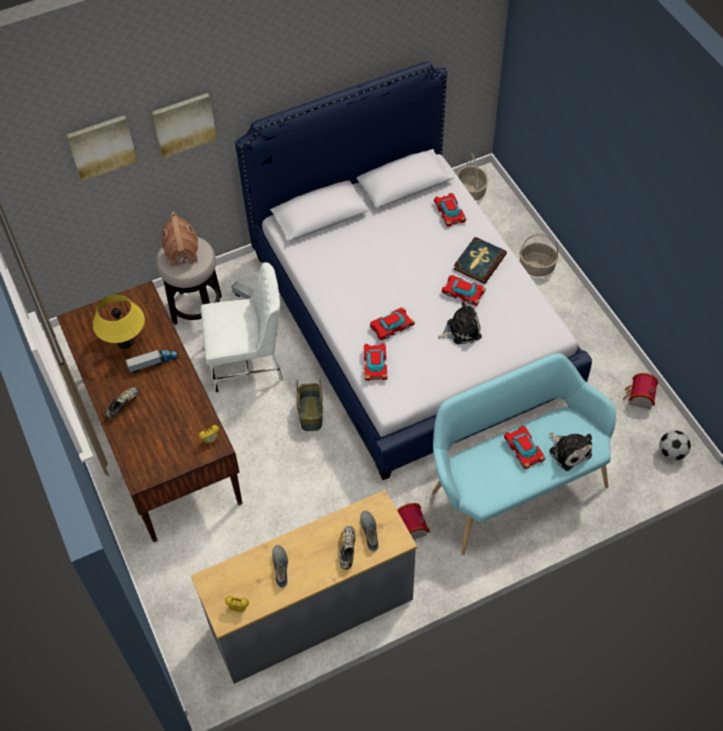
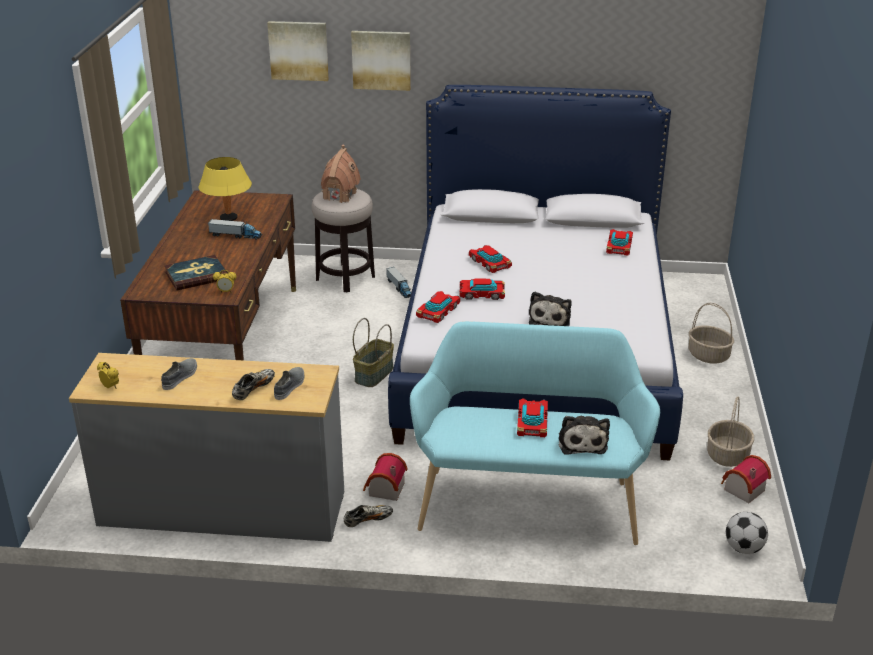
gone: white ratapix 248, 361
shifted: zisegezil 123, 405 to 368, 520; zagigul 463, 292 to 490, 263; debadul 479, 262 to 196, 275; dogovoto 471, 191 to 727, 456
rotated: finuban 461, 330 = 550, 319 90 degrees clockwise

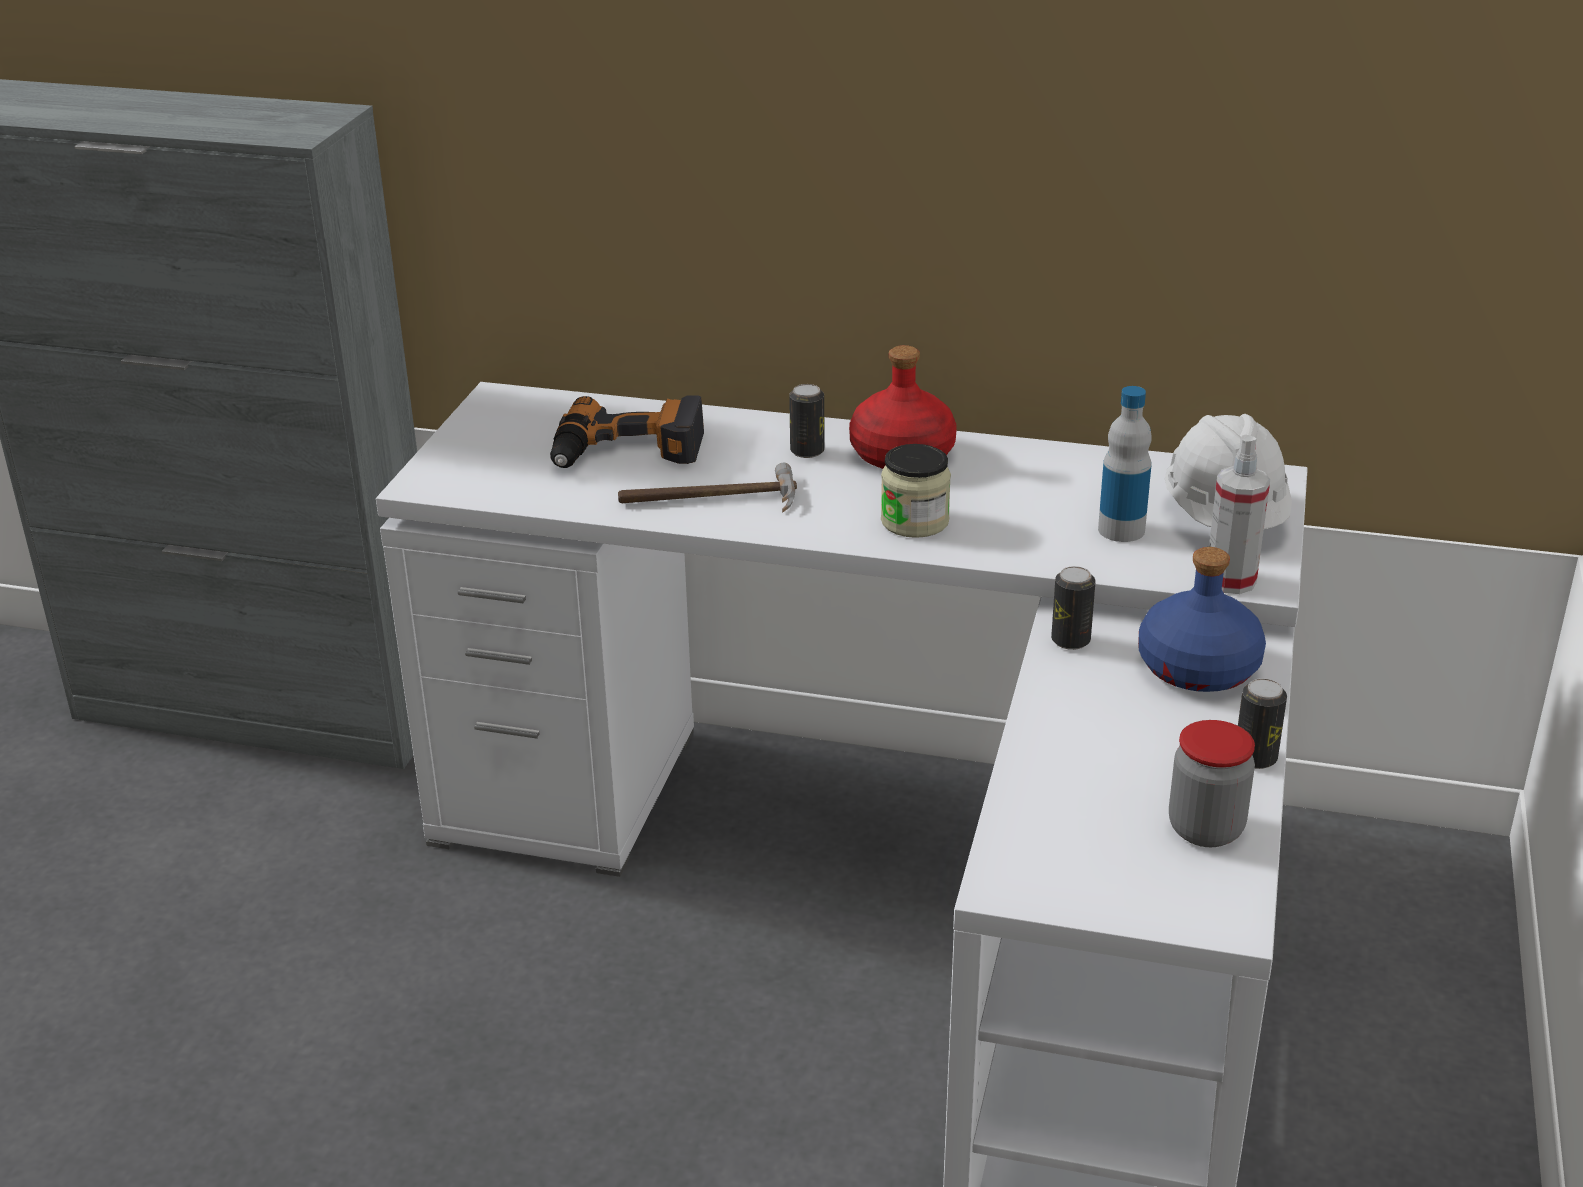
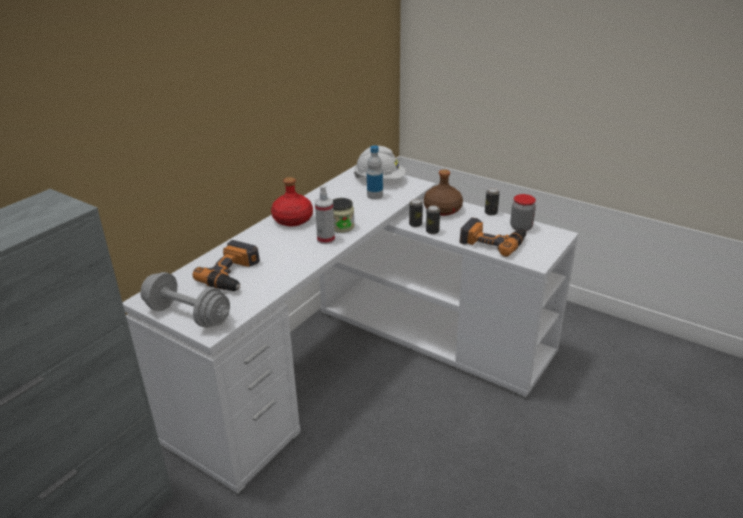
gone: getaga 708, 500
new: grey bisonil 188, 315; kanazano 492, 241
shifted: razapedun 807, 451 to 432, 231; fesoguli 1230, 581 to 326, 239
repainted: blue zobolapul 1197, 669 to brown zobolapul 443, 210

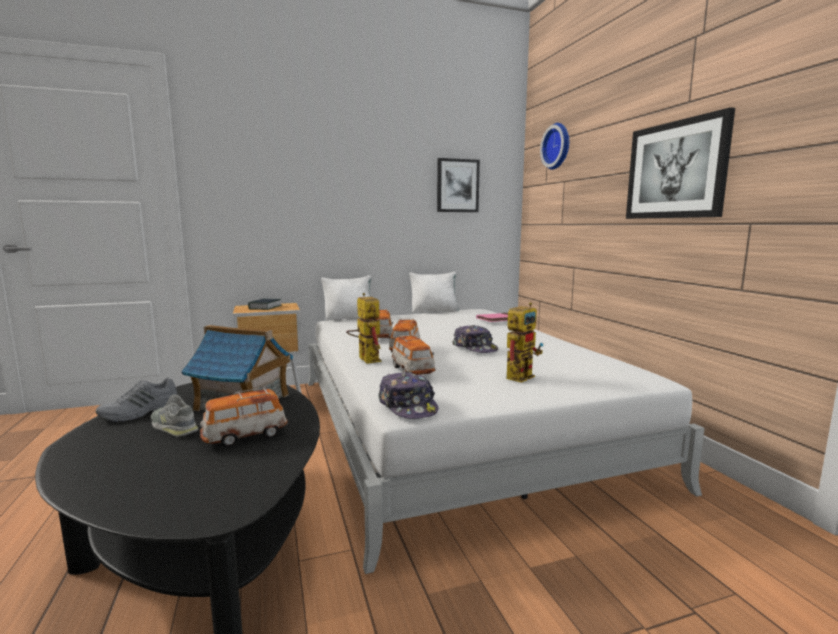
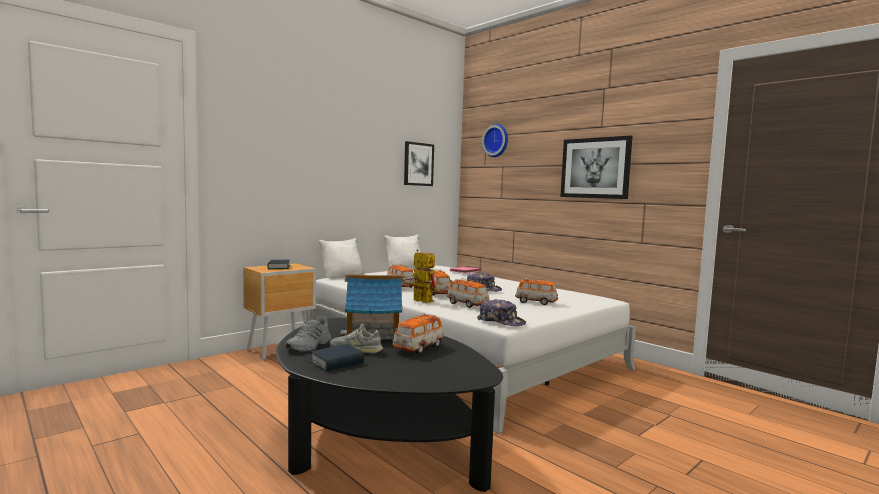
new: debadul 337, 363
swapped: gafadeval 521, 375 to zagigul 536, 302

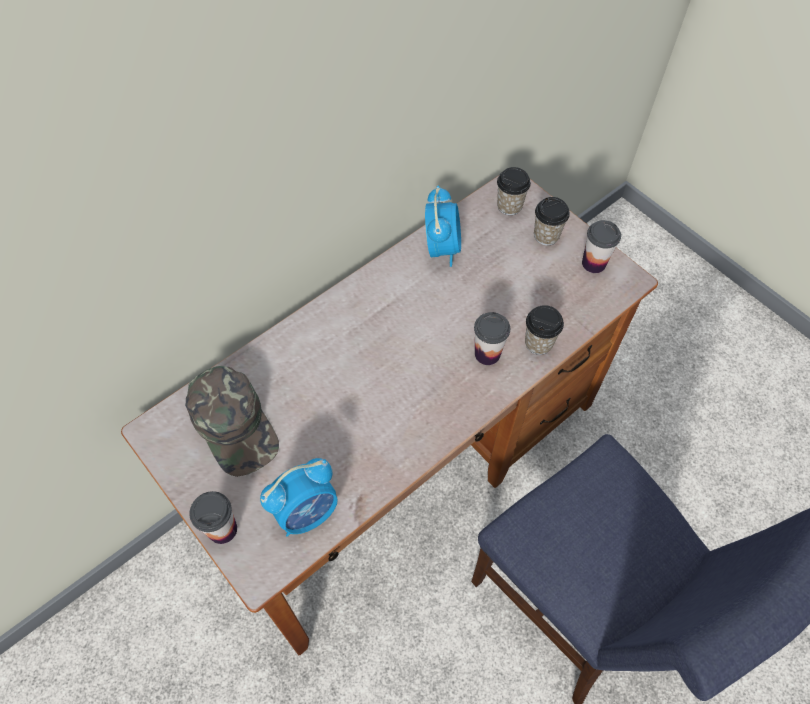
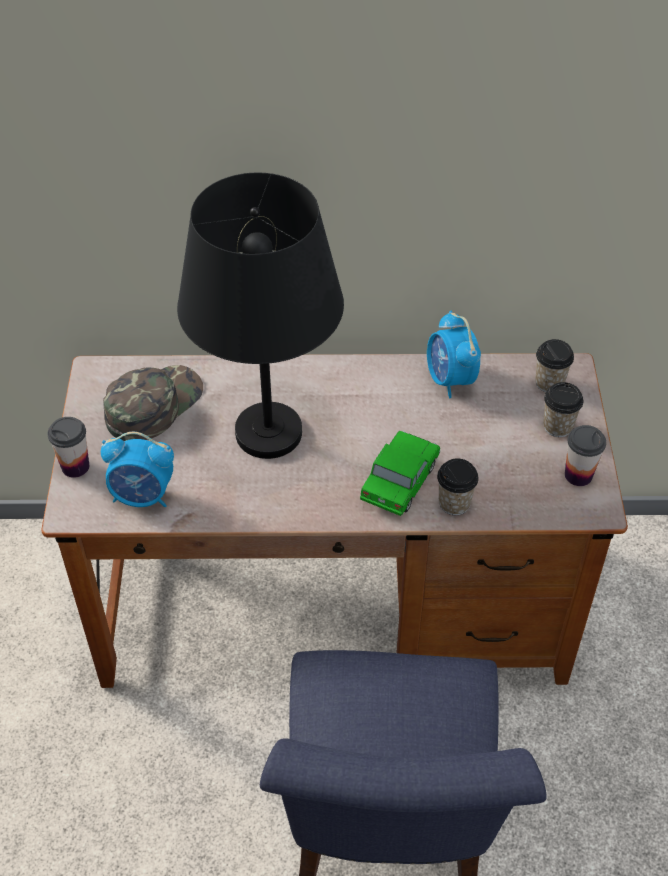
new: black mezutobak 269, 432
swapped: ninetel 487, 354 to zagigul 400, 482
rotated: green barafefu 235, 425 = 153, 404 150 degrees counterclockwise; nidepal 442, 248 = 450, 380 120 degrees clockwise

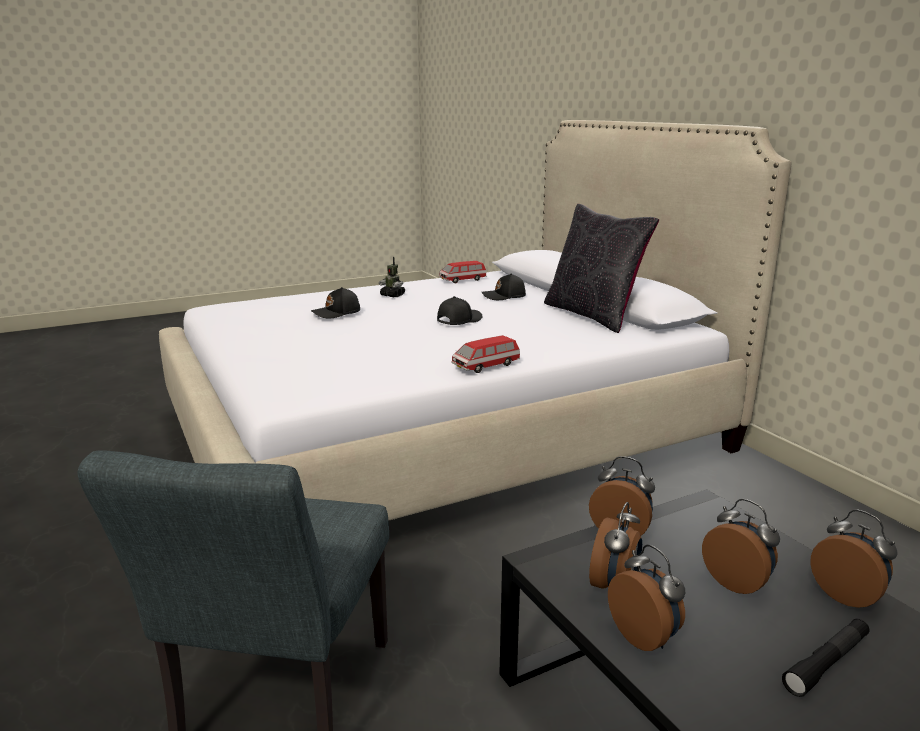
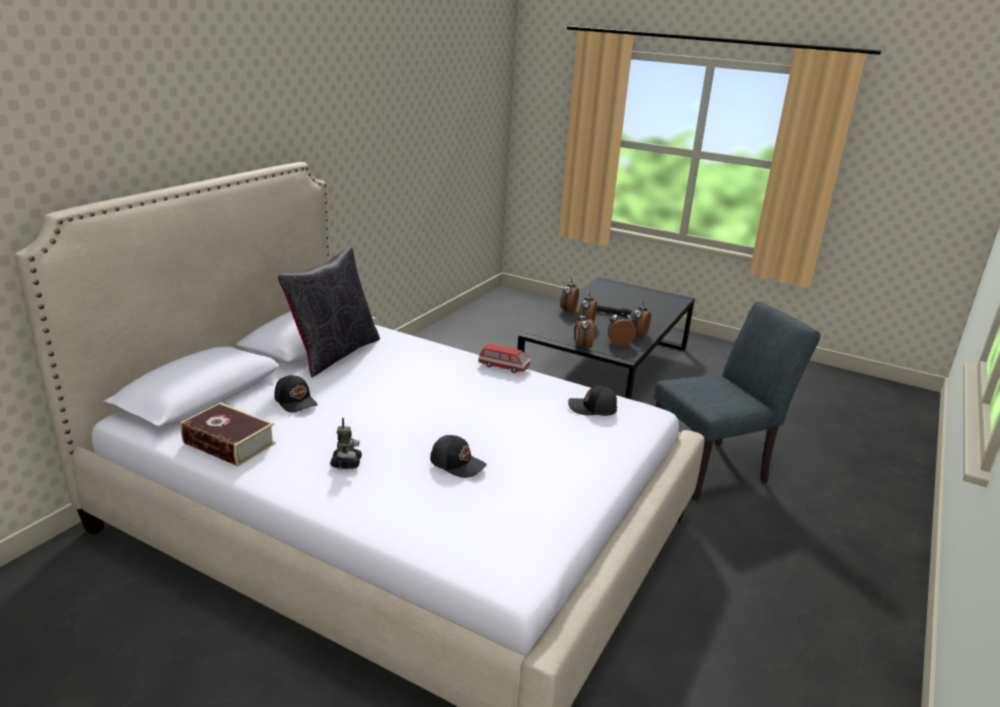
shifted: black barafefu 458, 320 to 593, 409
swapped: zagigul 462, 280 to debadul 229, 443

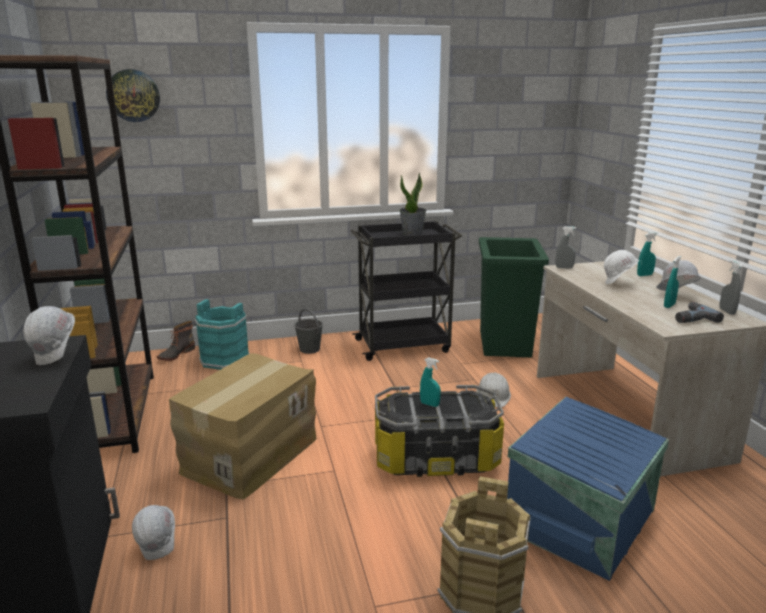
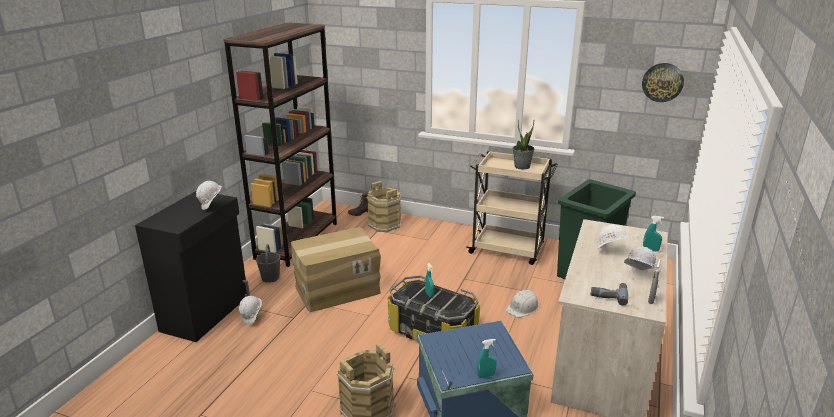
gone: grey fesoguli 564, 267
shifted: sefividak 133, 95 to 662, 82; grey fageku 310, 349 to 270, 278; turquoise fesoguli 669, 305 to 486, 375
repainted: turquoise fageku 225, 359 to brown fageku 385, 224; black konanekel 404, 345 to beige konanekel 508, 249

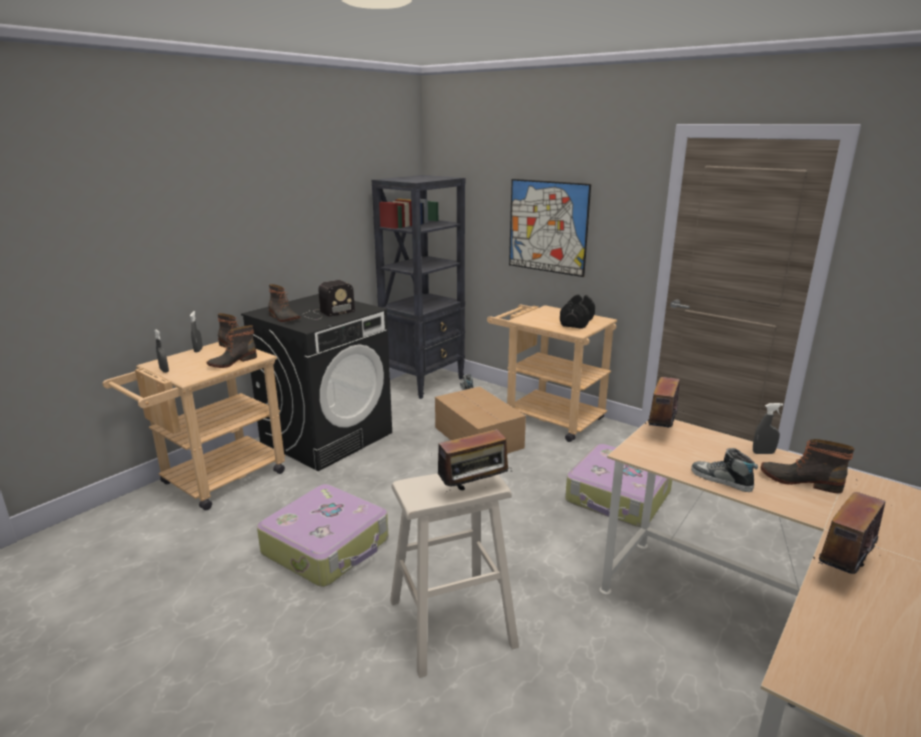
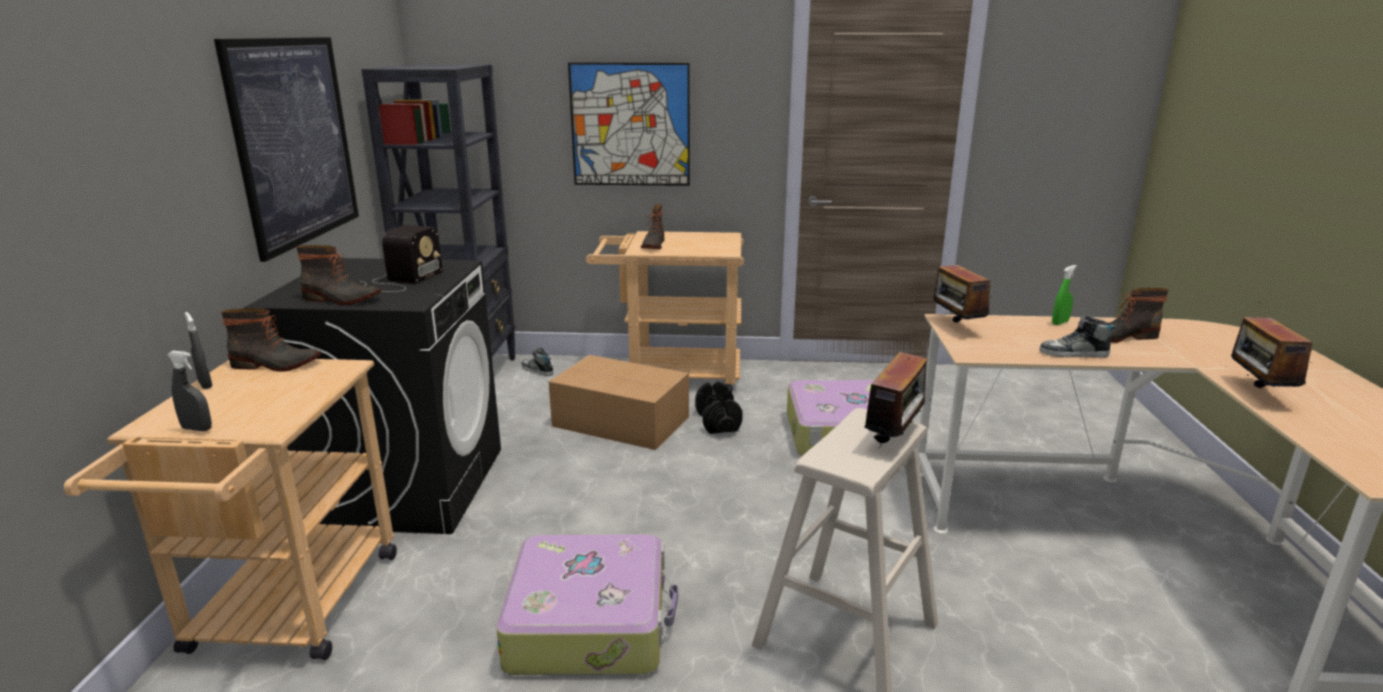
new: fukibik 295, 141
shifted: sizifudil 232, 362 to 653, 245; black bisonil 577, 322 to 718, 421
repainted: grey fesoguli 763, 453 to green fesoguli 1060, 323

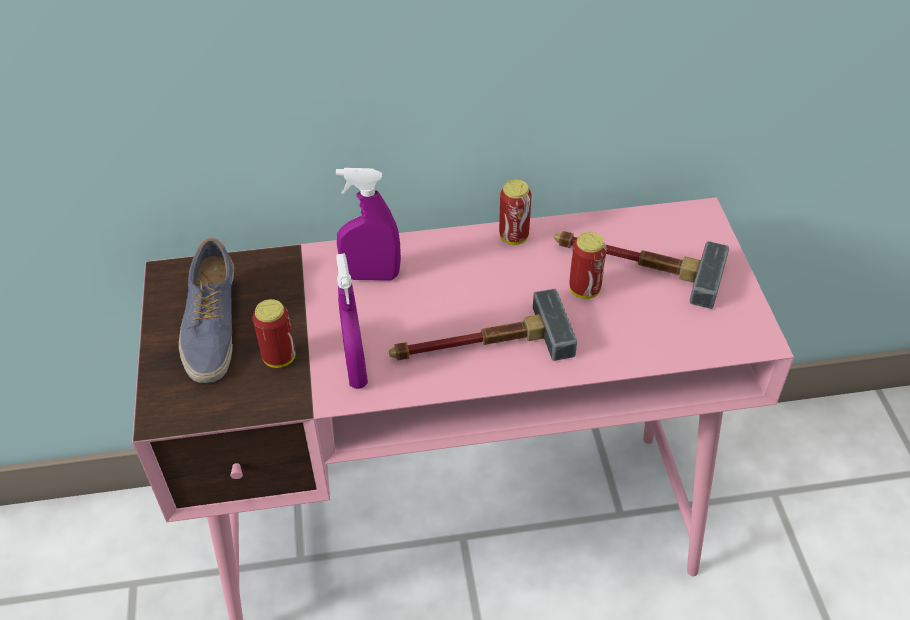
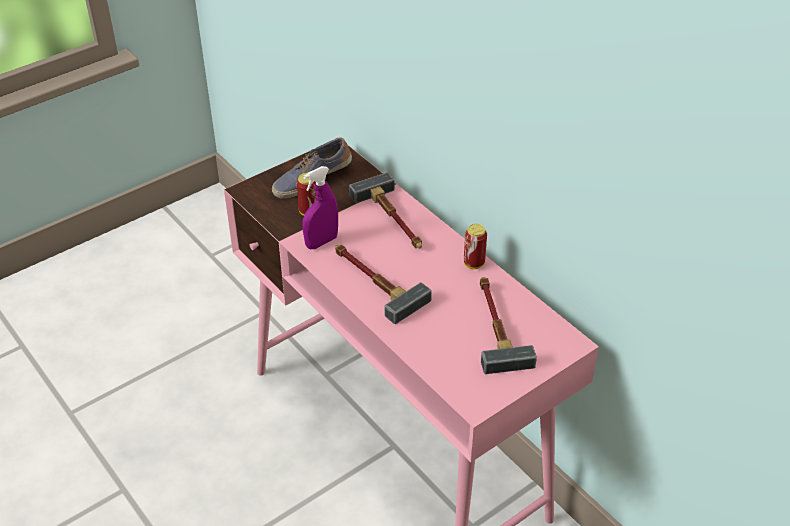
gone: razapedun 584, 290
swapped: purple fesoguli 371, 276 to getaga 393, 220

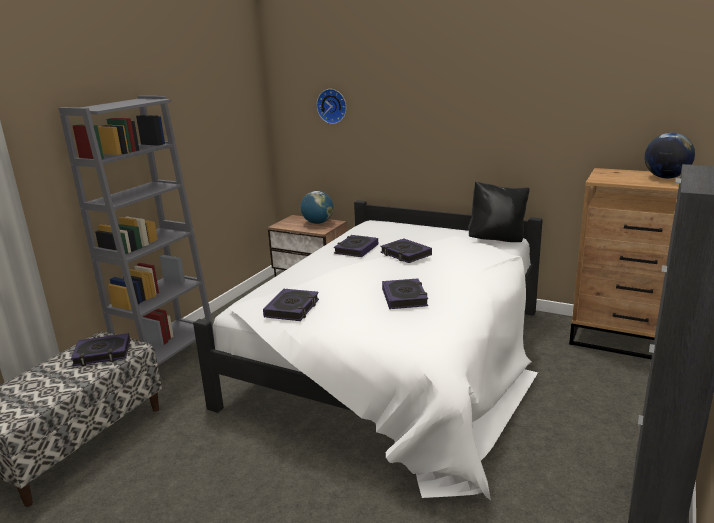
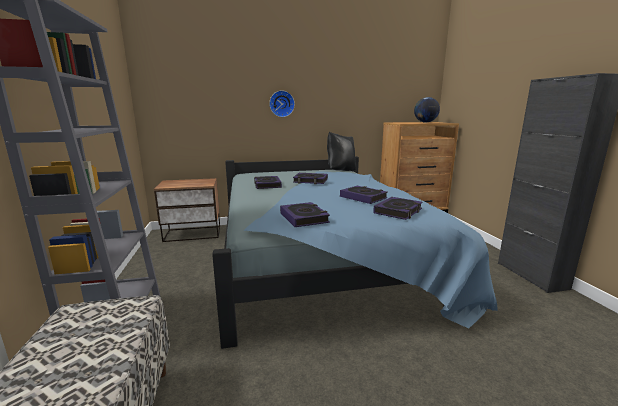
gone: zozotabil 318, 223
shifted: debadul 102, 353 to 398, 211; sefividak 332, 106 to 281, 104
repainted: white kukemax 397, 361 to blue kukemax 322, 260

